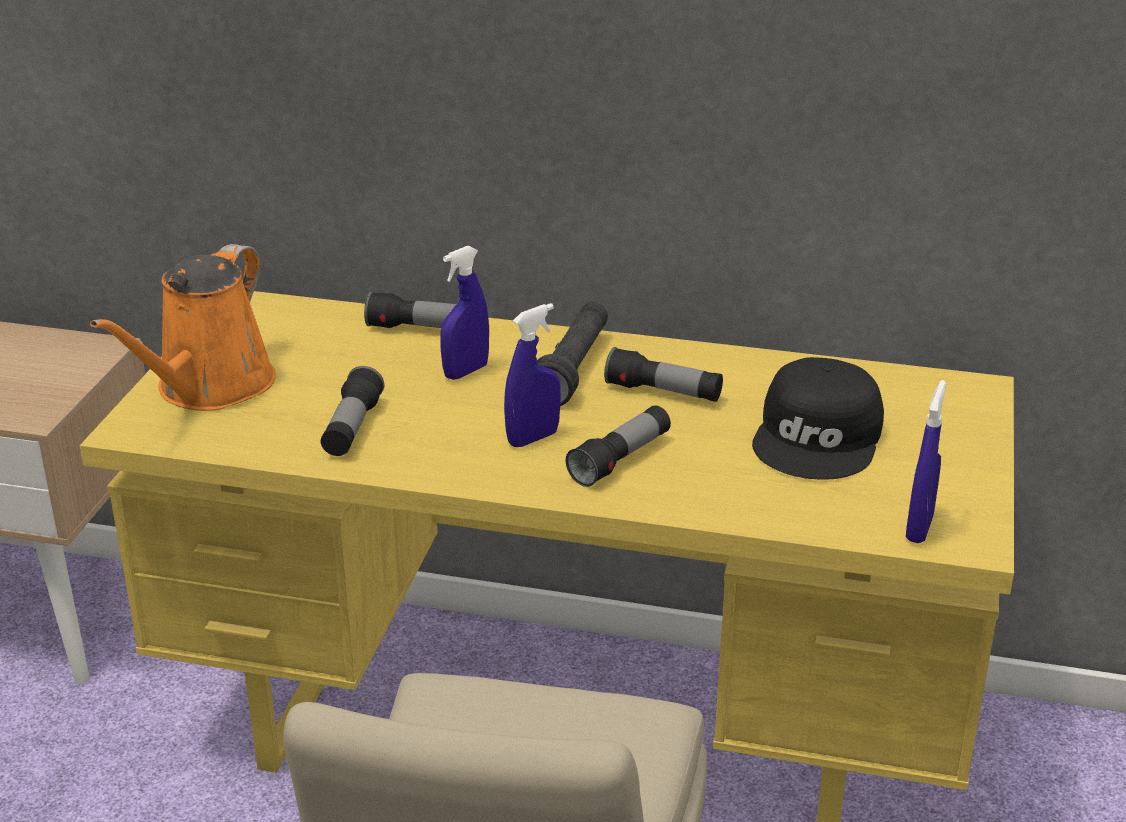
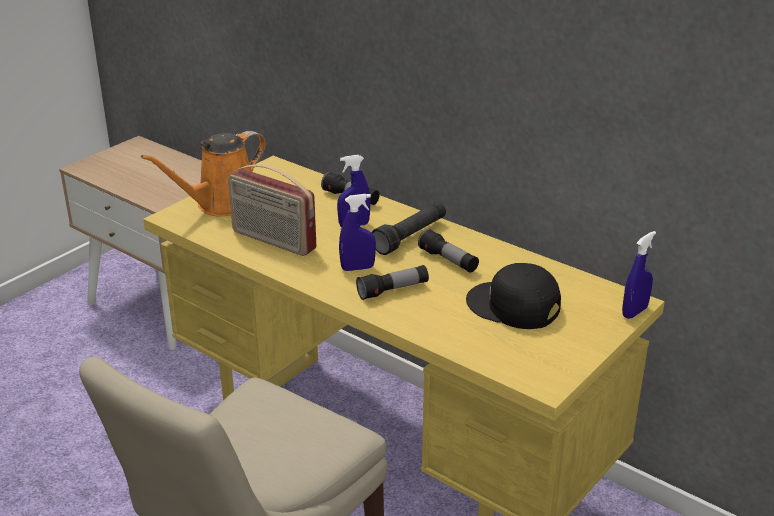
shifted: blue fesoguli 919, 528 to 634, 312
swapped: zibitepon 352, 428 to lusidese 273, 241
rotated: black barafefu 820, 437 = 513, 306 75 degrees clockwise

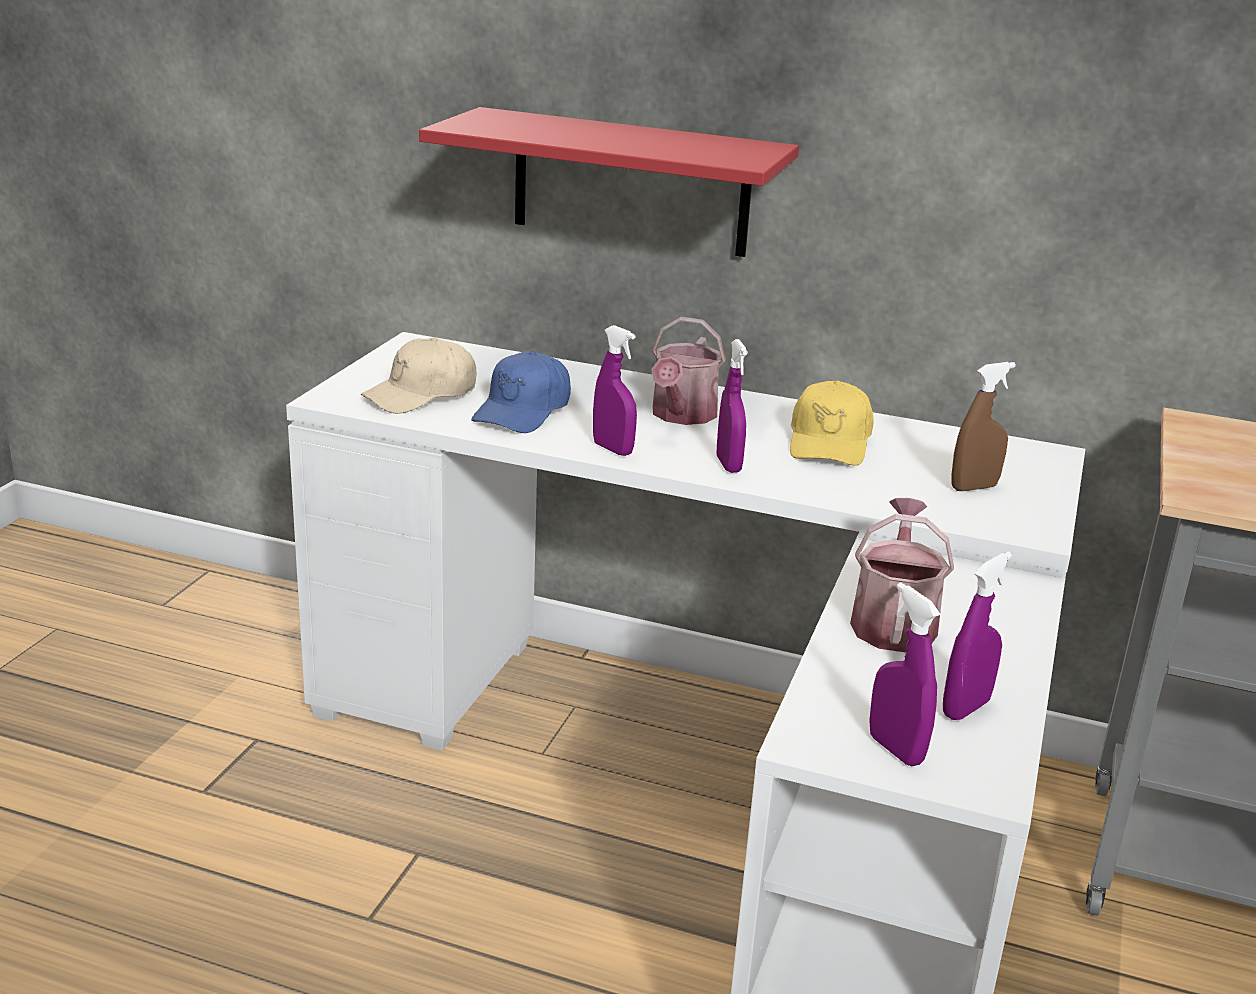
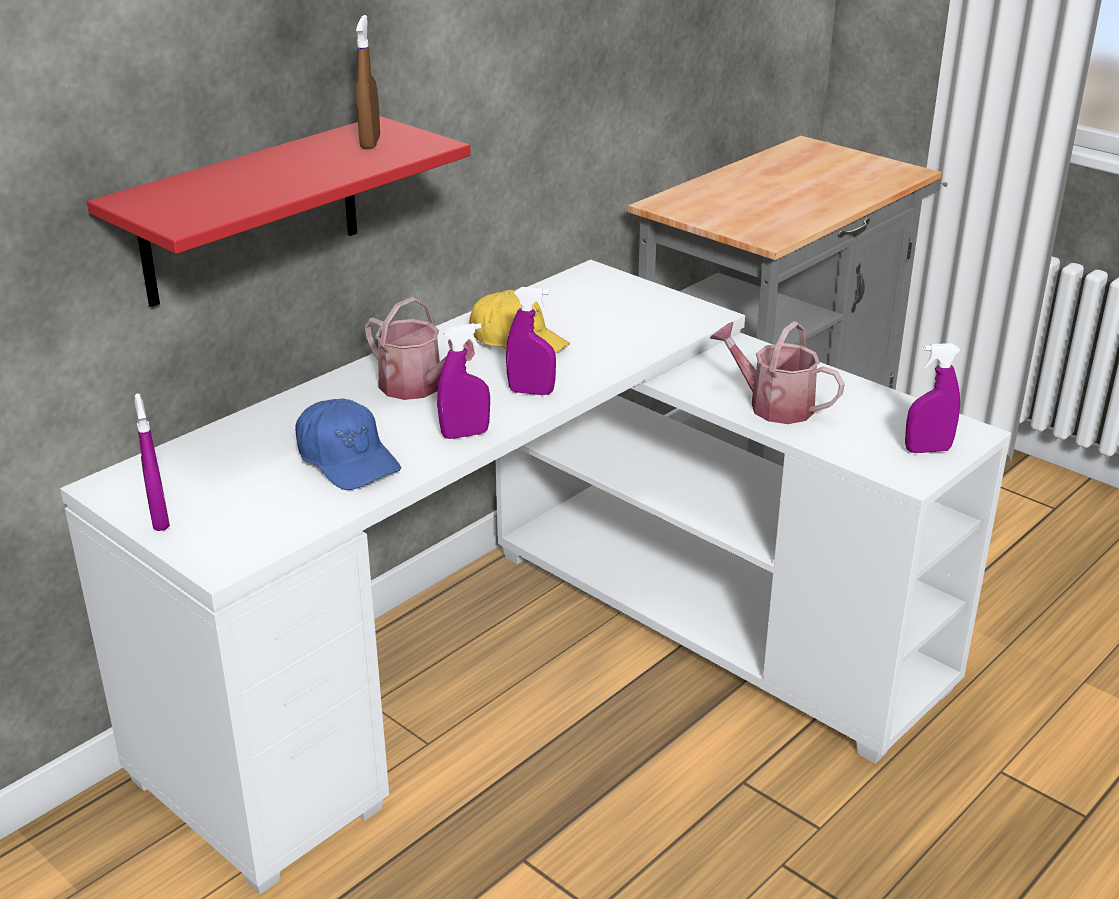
gone: beige barafefu 421, 395
shifted: purple fesoguli 965, 708 to 159, 519; brown fesoguli 974, 487 to 370, 143

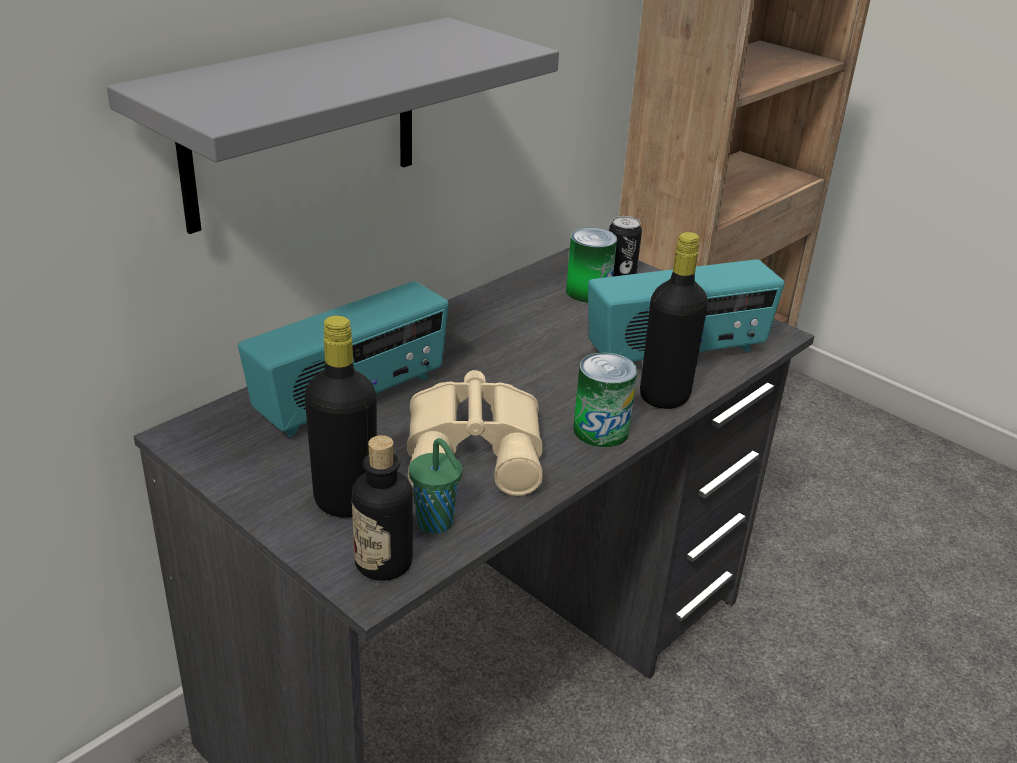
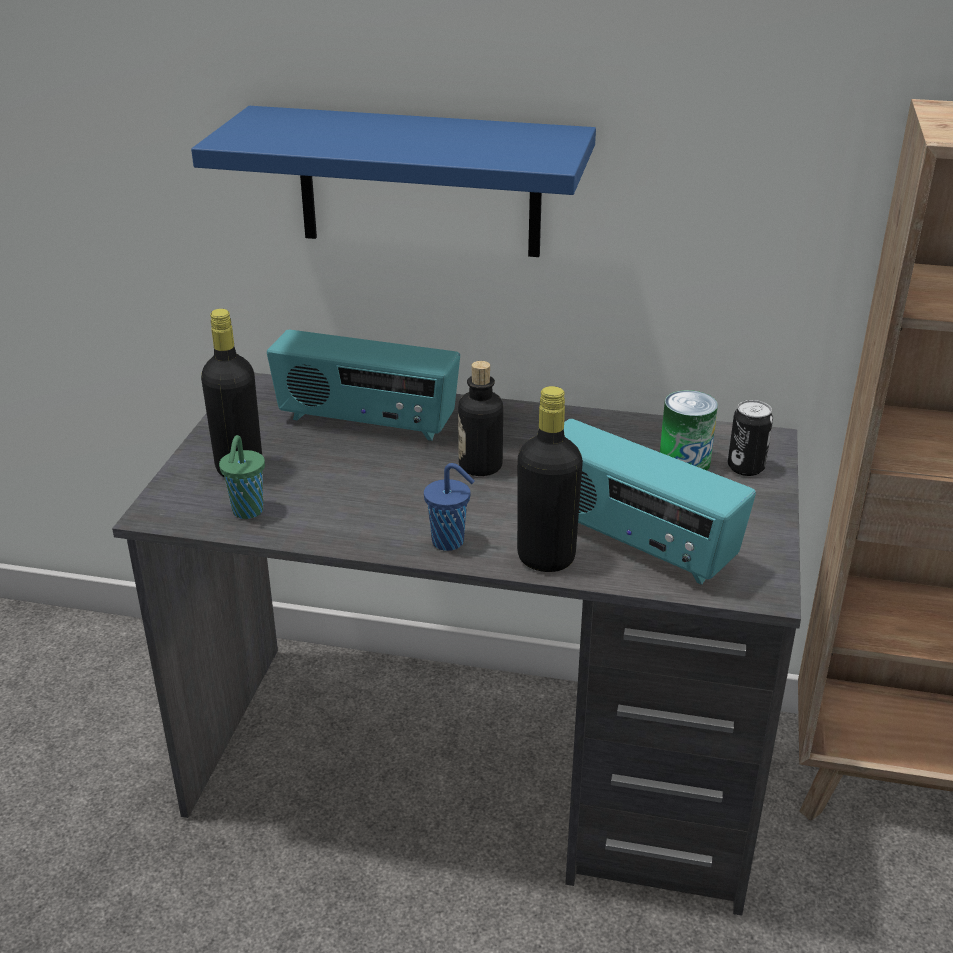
gone: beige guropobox 477, 449
shifted: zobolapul 383, 563 to 480, 466
swapped: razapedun 601, 430 to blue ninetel 450, 542
repainted: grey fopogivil 302, 123 to blue fopogivil 419, 182

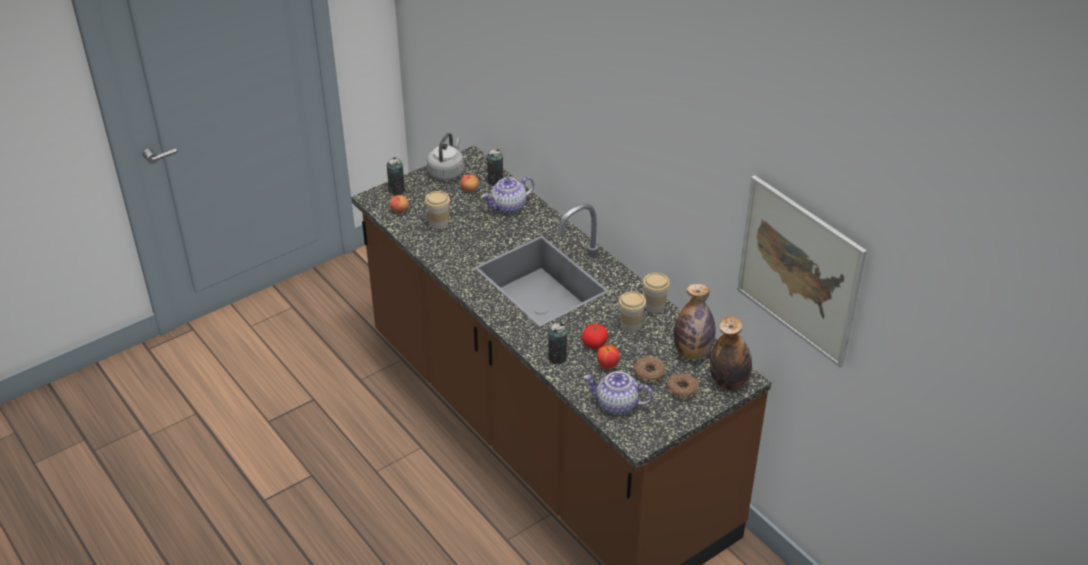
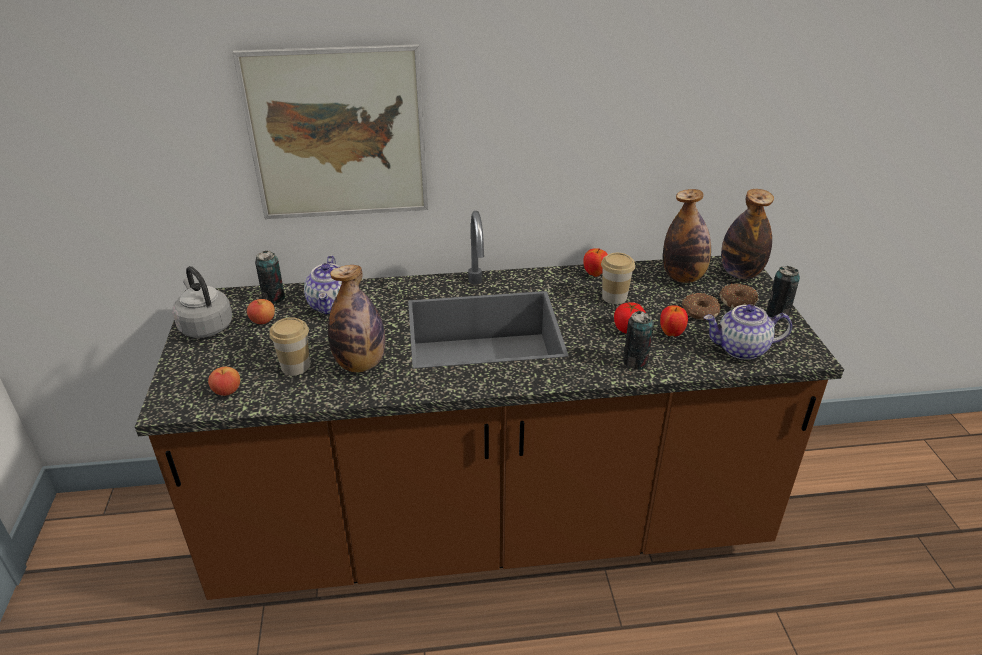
new: zobolapul 360, 364
shifted: razapedun 397, 190 to 777, 314; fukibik 799, 270 to 338, 135
swapped: ninetel 654, 306 to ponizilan 595, 274
rotated: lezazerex 616, 405 = 741, 349 45 degrees clockwise

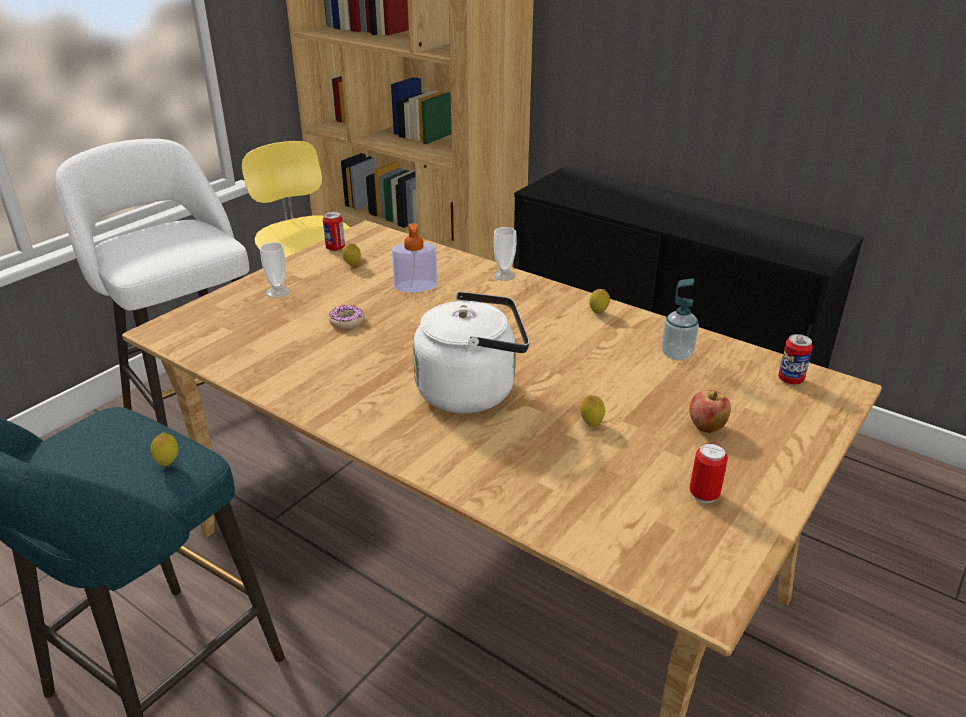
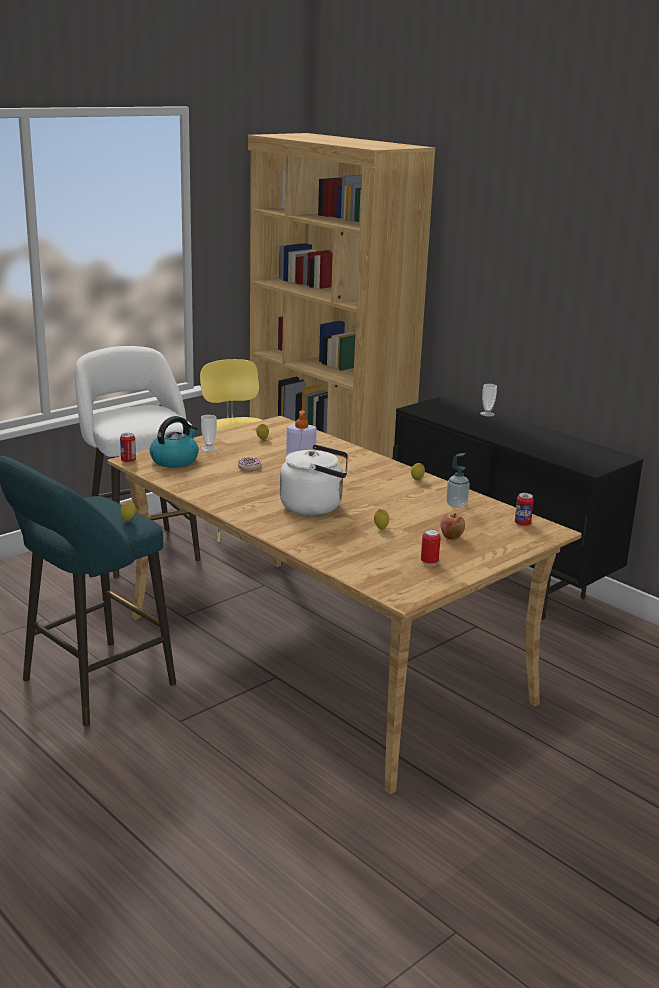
new: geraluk 175, 460
shifted: razapedun 335, 248 to 128, 460; ninetel 504, 275 to 487, 414

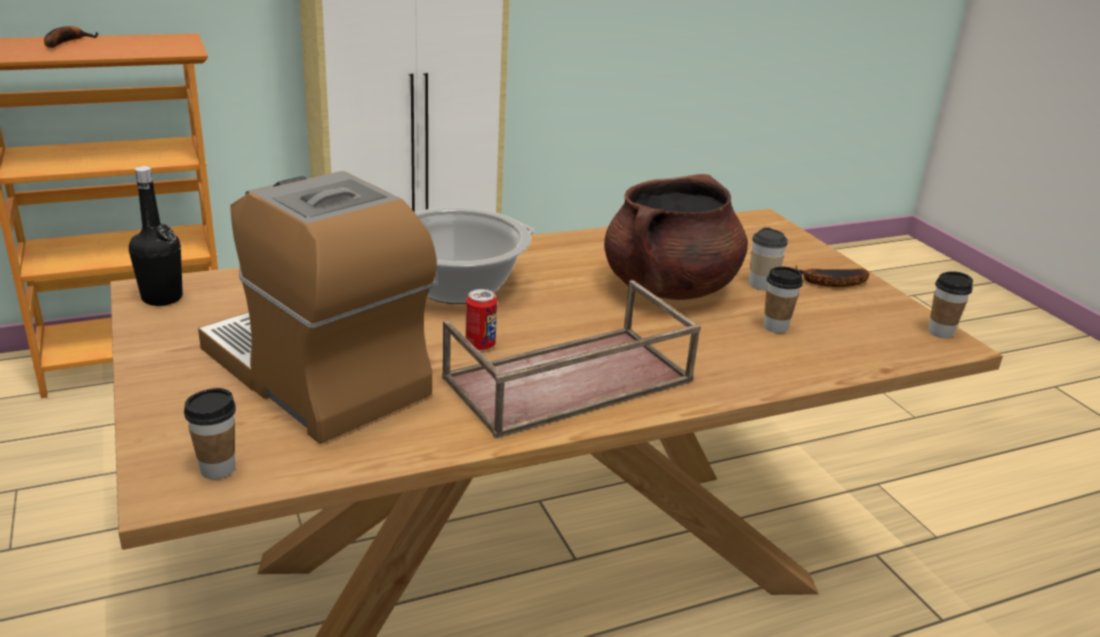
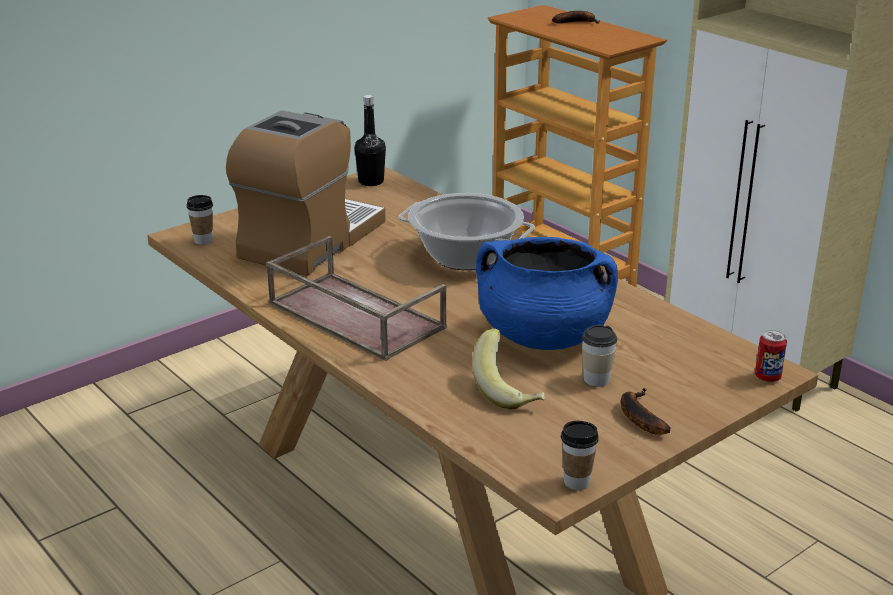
shifted: razapedun 480, 345 to 767, 377
swapped: ninetel 775, 327 to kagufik 509, 391
repainted: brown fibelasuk 669, 288 to blue fibelasuk 543, 336

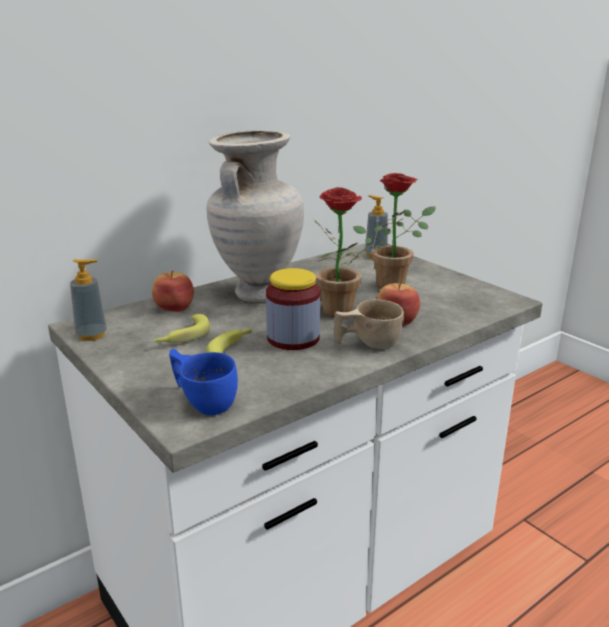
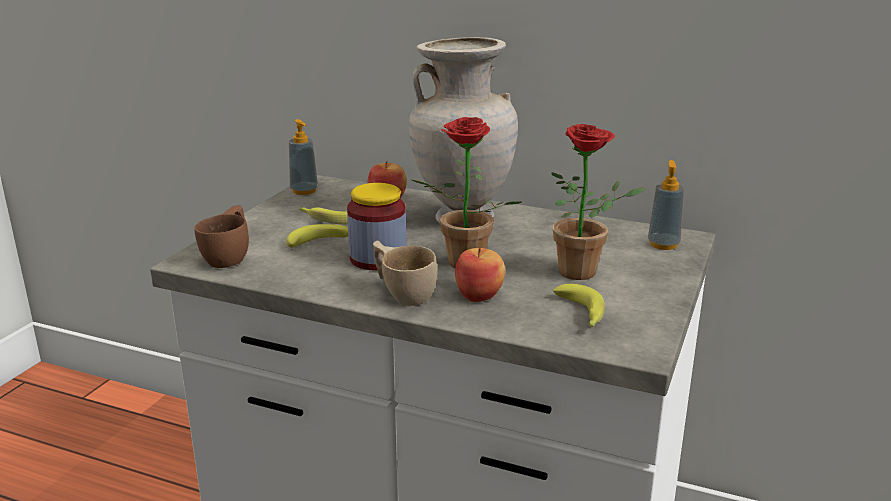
new: kagufik 581, 314
repainted: blue ninetel 203, 400 to brown ninetel 230, 256

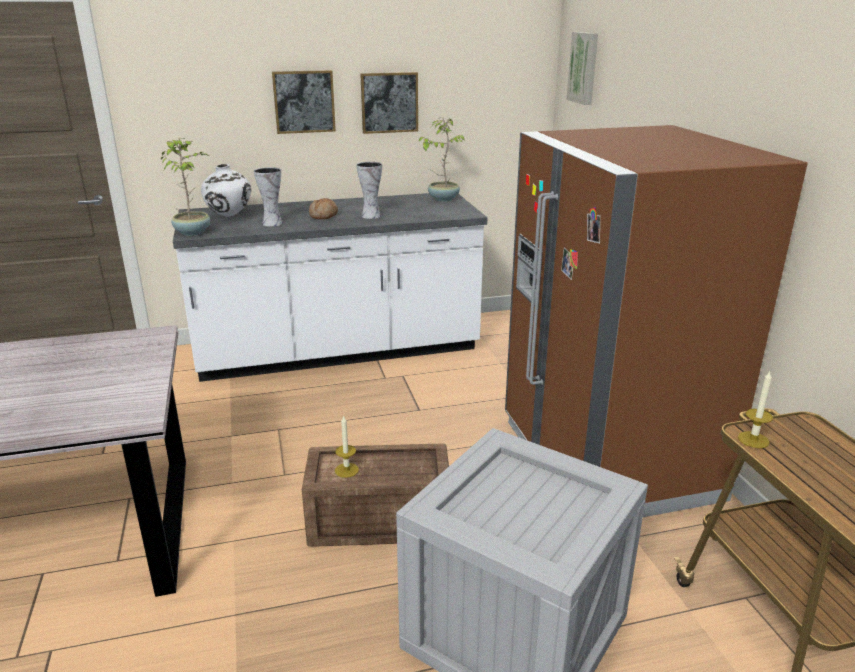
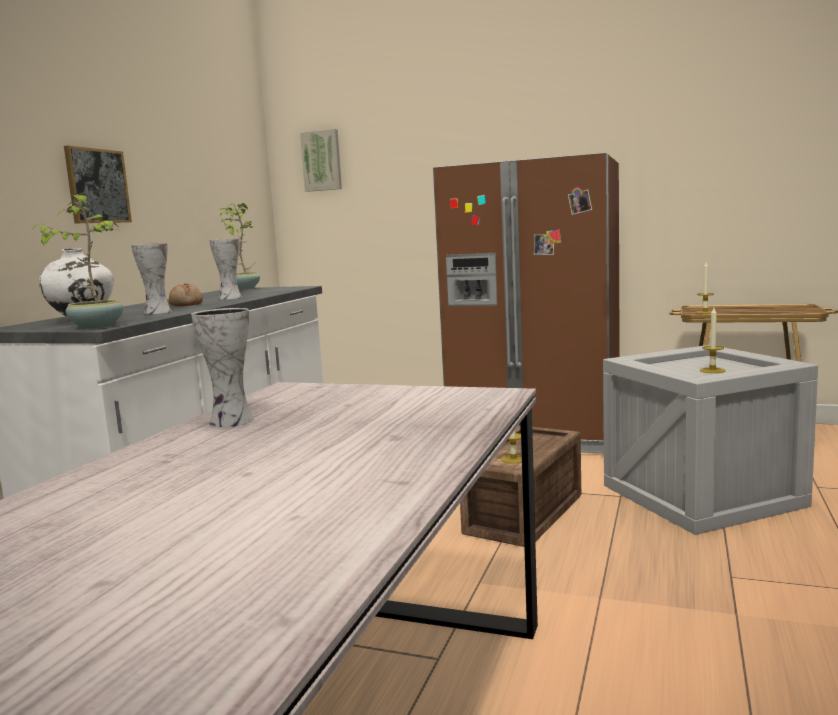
gone: fukibik 389, 102
new: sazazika 229, 421; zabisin 712, 370

